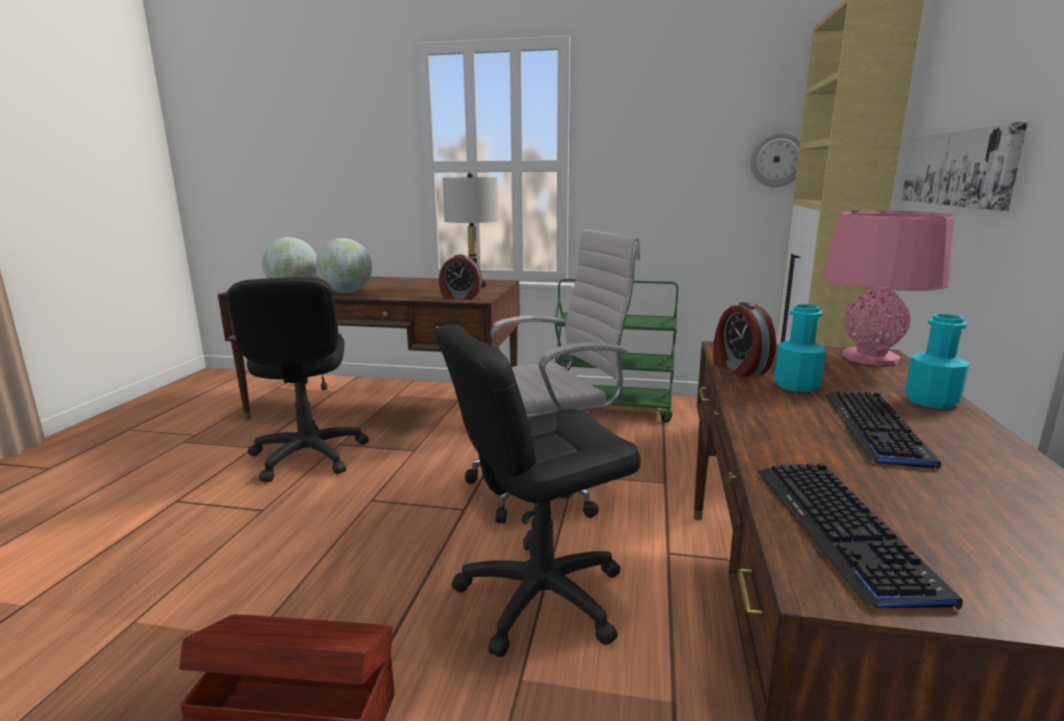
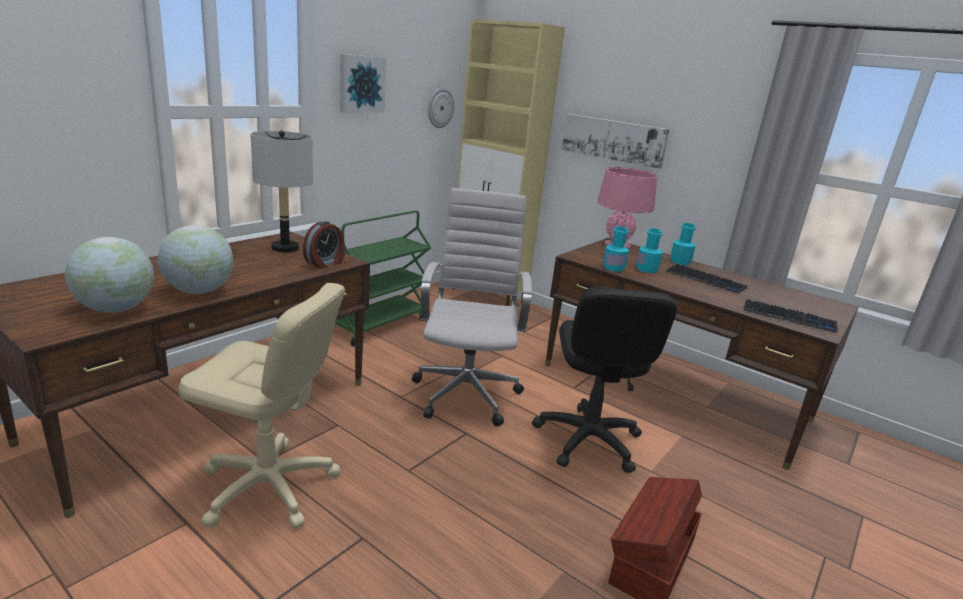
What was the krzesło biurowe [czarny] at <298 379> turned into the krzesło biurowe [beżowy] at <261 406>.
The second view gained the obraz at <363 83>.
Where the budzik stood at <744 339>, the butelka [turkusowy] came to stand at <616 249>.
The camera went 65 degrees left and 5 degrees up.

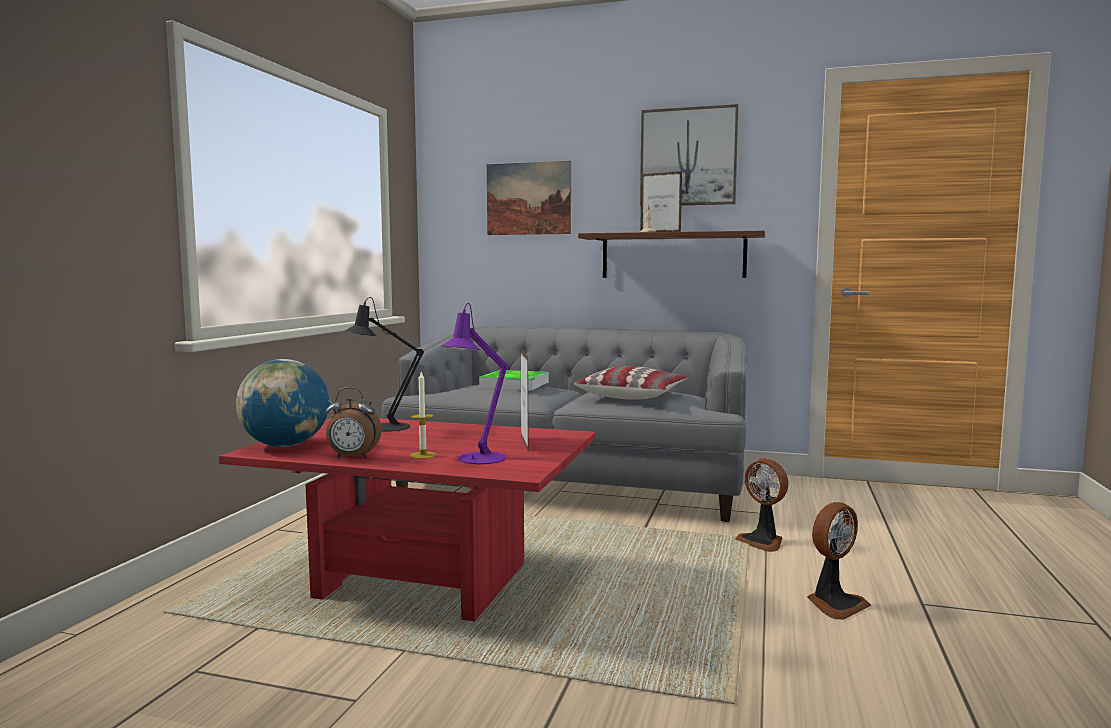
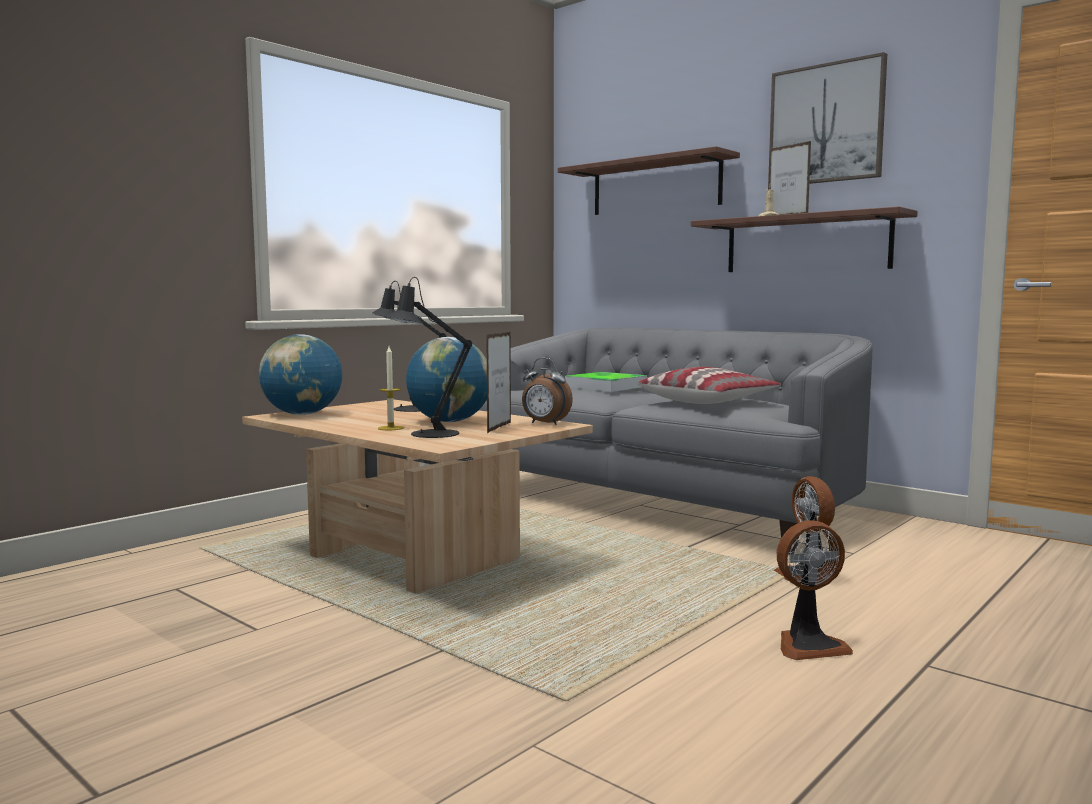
What was the ława [czerwony] at <407 519> turned into the ława [beżowy] at <417 497>.
What was the lampa stołowa [fioletowy] at <475 383> turned into the lampa stołowa [czarny] at <428 357>.
The second view gained the globus at <446 379>.
The budzik ended up elsewhere, having gone from <353 422> to <547 391>.
Where the obraz hung at <529 198>, the półka [brązowy] came to hang at <649 180>.
The camera went 25 degrees right and 0 degrees up.

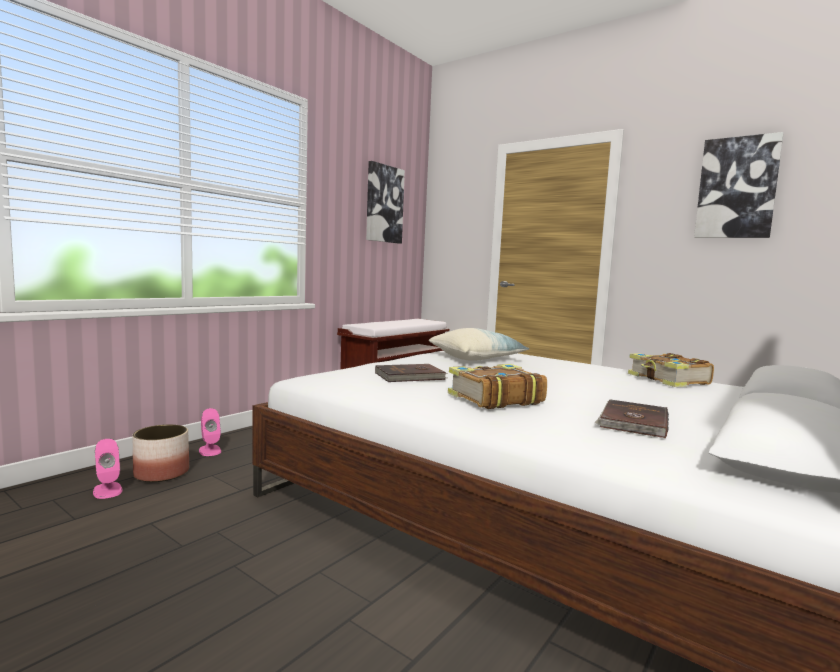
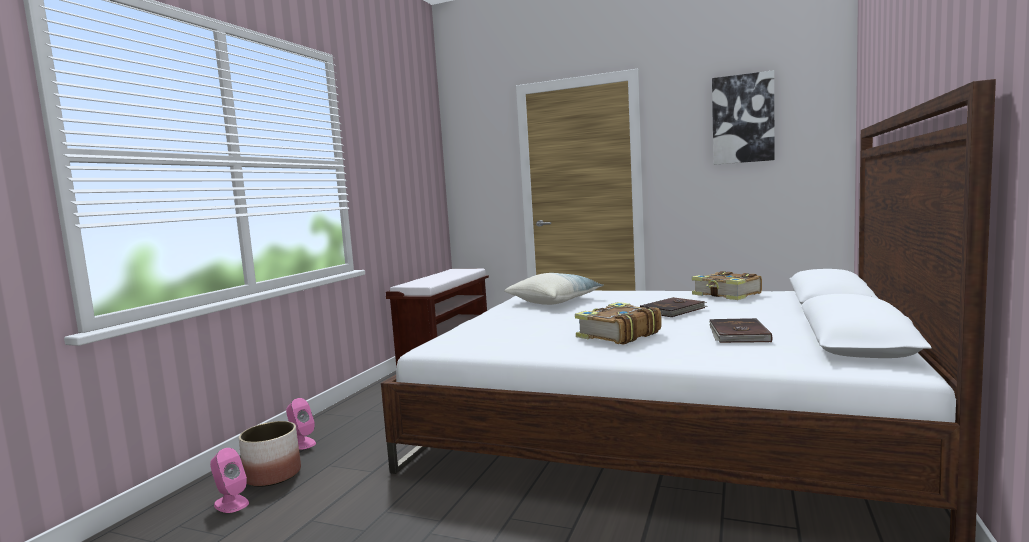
The książka [brązowy] ended up elsewhere, having gone from <411 373> to <674 307>.
The second view lost the obraz at <385 202>.
The camera went 15 degrees left and 0 degrees up.

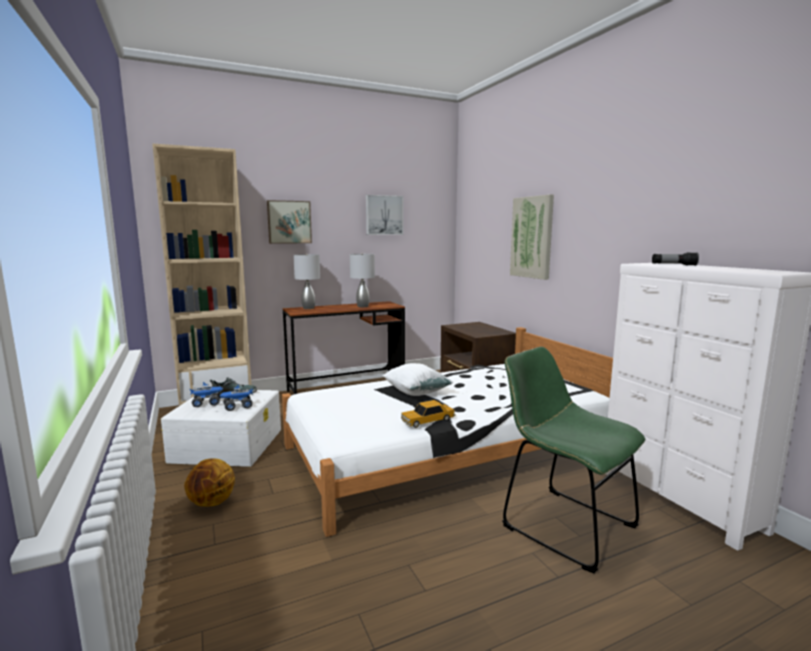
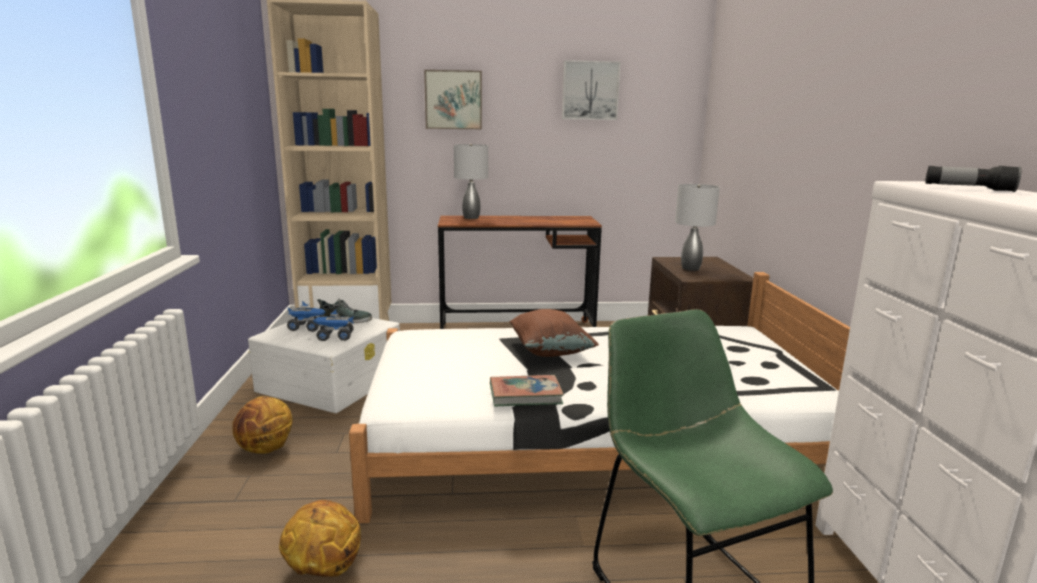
The second view gained the piłka do koszykówki at <320 538>.
Where the samochodzik stood at <428 414>, the książka came to stand at <527 390>.
What was the poduszka [biały] at <418 379> turned into the poduszka [brązowy] at <554 333>.
The lampa stołowa [szary] ended up elsewhere, having gone from <362 280> to <697 227>.
The second view lost the obraz at <532 237>.
The camera went 20 degrees right and 5 degrees up.

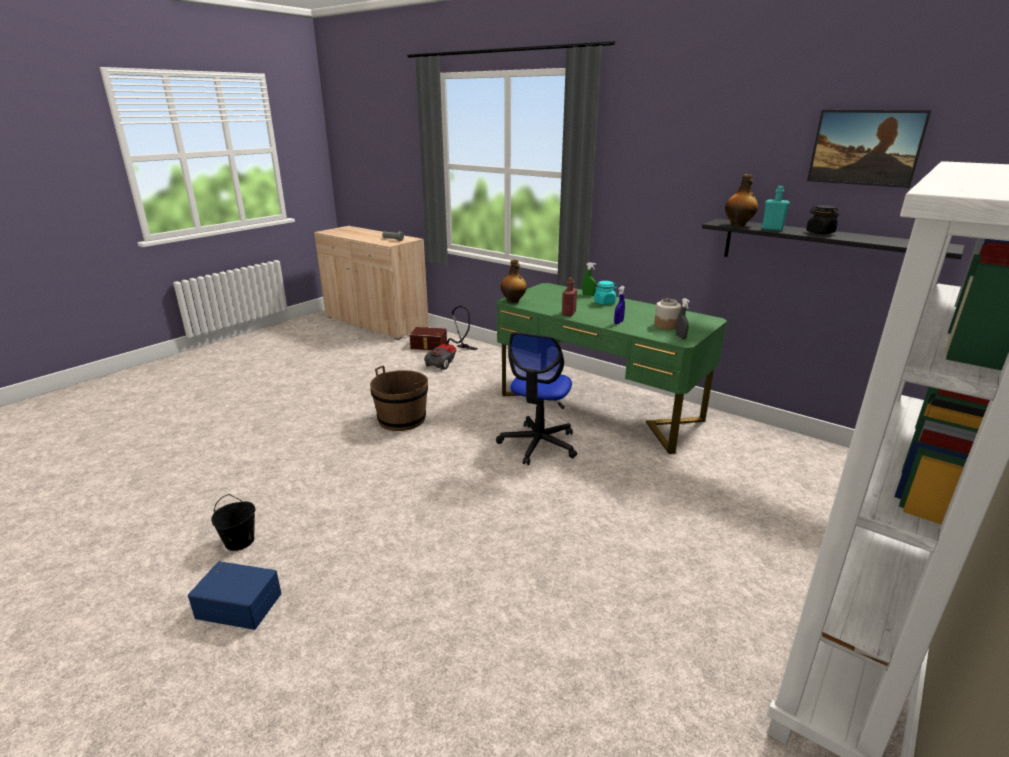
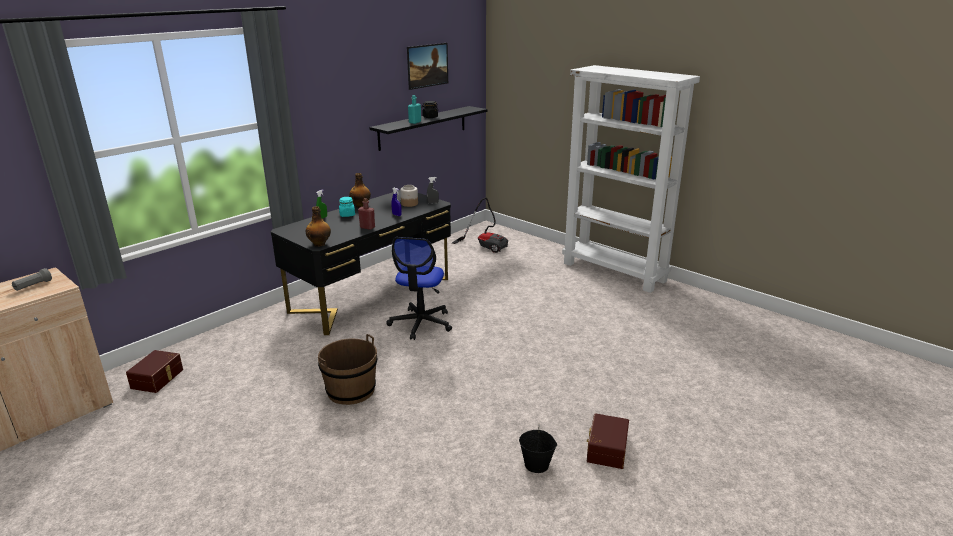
What was the biurko [zielony] at <611 368> turned into the biurko [czarny] at <361 262>.
The butelka ended up elsewhere, having gone from <741 200> to <360 190>.
The krzesło biurowe at <536 398> ended up facing another way, 75 degrees clockwise from before.
The odkurzacz ended up elsewhere, having gone from <451 338> to <480 225>.
What was the pojemnik do przechowywania [niebieski] at <234 595> turned into the pojemnik do przechowywania [brązowy] at <608 441>.
The camera went 85 degrees left and 0 degrees up.

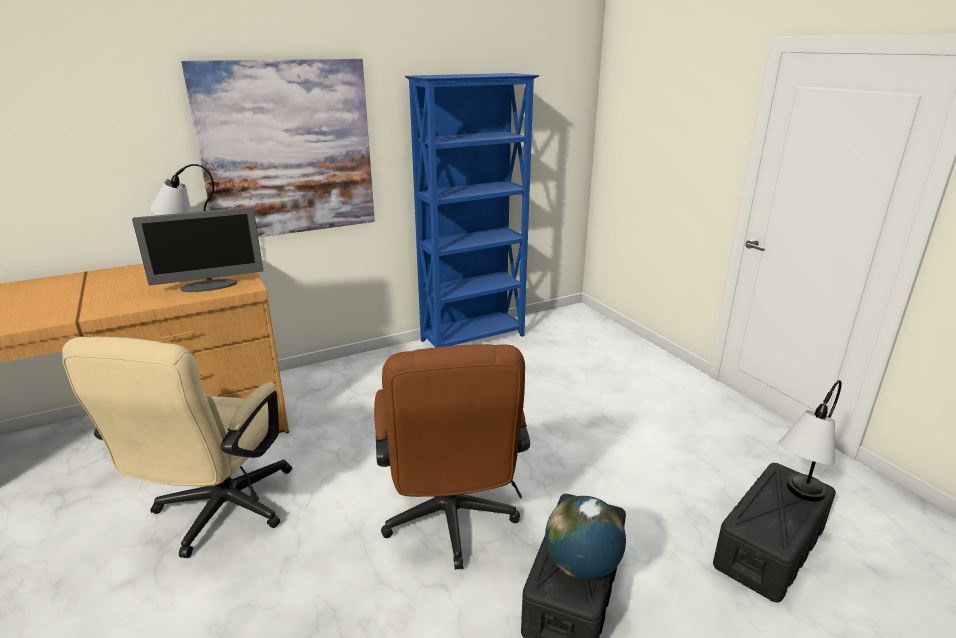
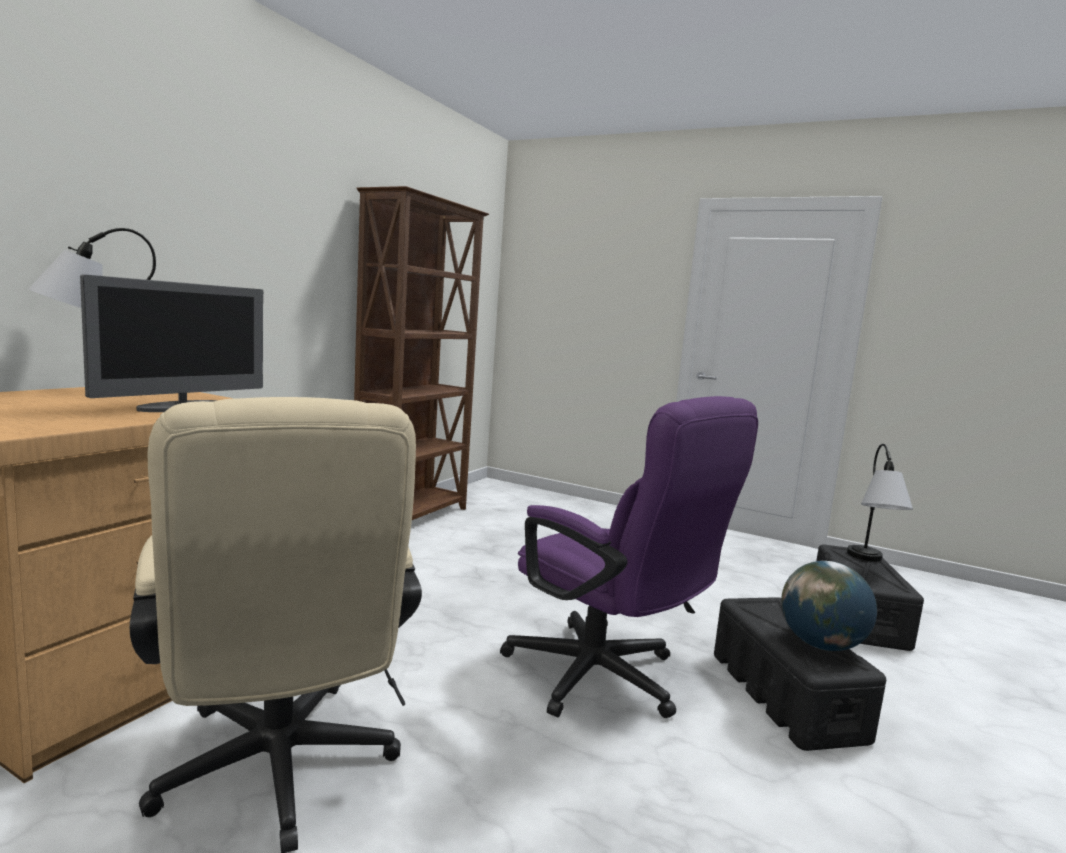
What was the regał [niebieski] at <472 210> turned into the regał [brązowy] at <421 353>.
What was the krzesło biurowe [brązowy] at <452 457> turned into the krzesło biurowe [fioletowy] at <629 557>.
The second view lost the obraz at <278 148>.
The camera went 35 degrees left and 15 degrees down.

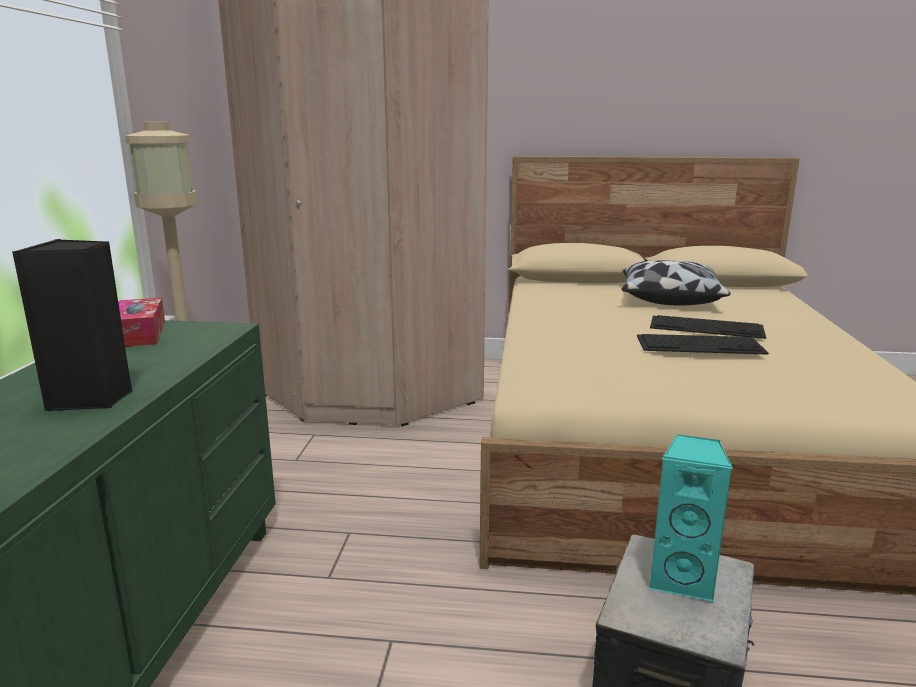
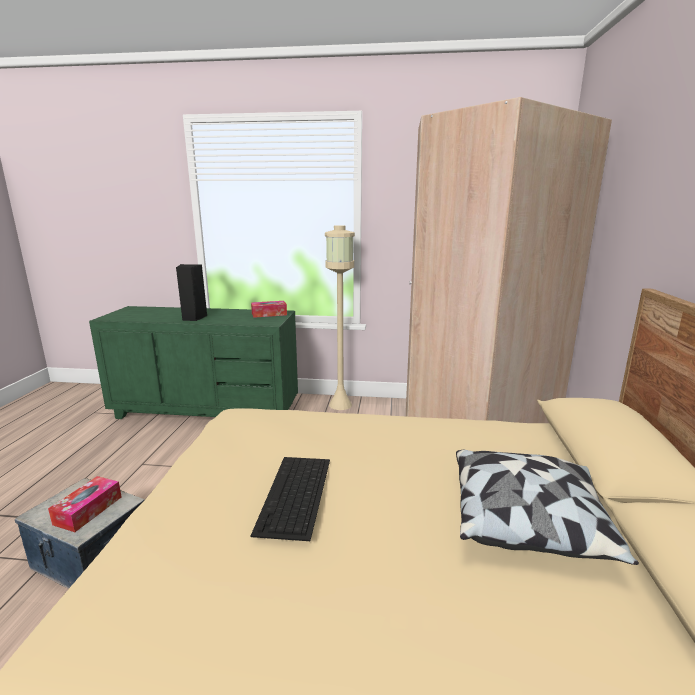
Where the głośnik [turkusowy] stood at <691 518>, the pudełko chusteczek came to stand at <85 504>.
The second view lost the klawiatura at <708 327>.
The camera went 90 degrees right and 0 degrees up.

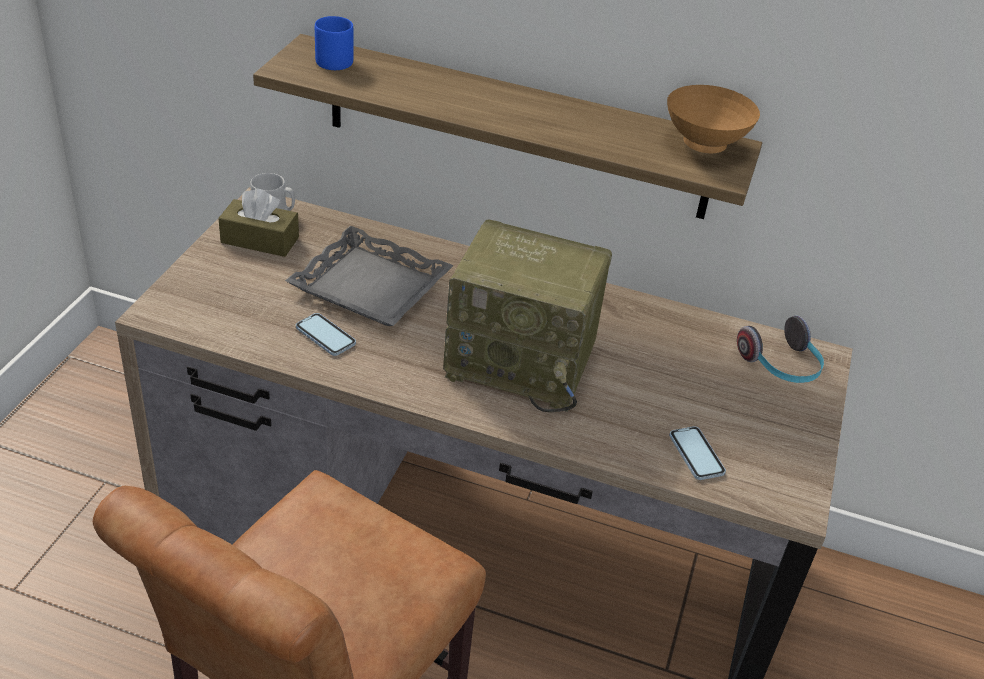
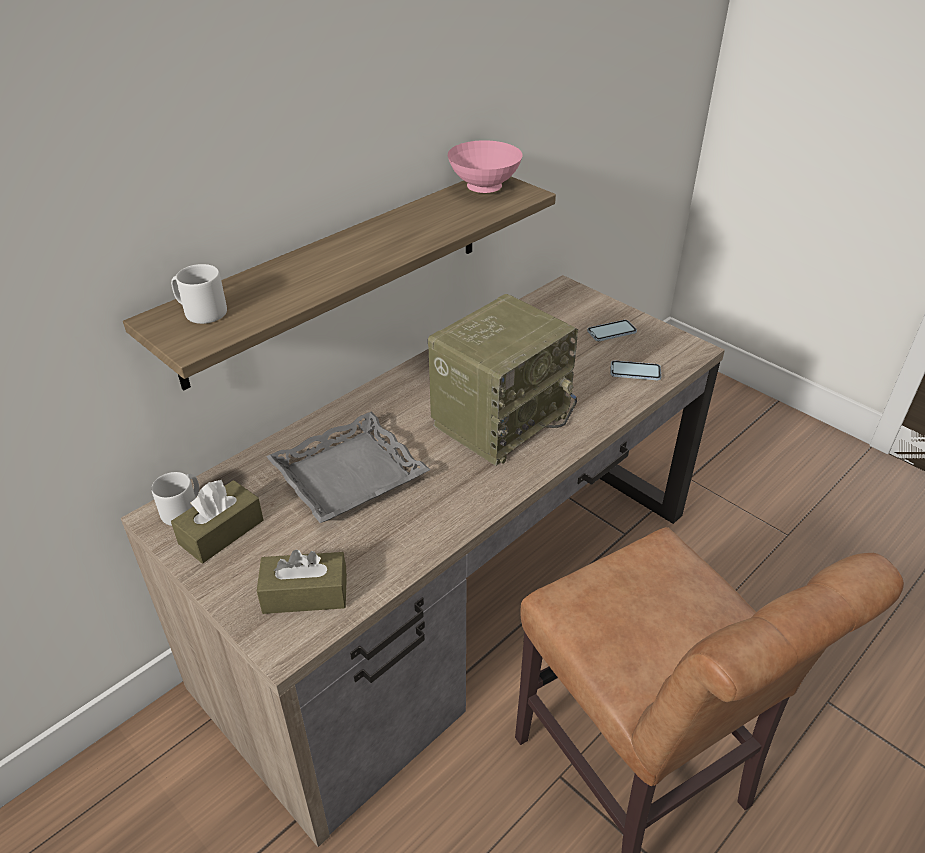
What was the kubek [niebieski] at <334 43> turned into the kubek [szary] at <199 294>.
The second view gained the pudełko chusteczek [brązowy] at <302 581>.
What was the miska [brązowy] at <713 119> turned into the miska [różowy] at <485 166>.
The telefon ended up elsewhere, having gone from <326 334> to <612 330>.
The second view lost the słuchawki at <780 349>.
The camera went 60 degrees left and 0 degrees up.

